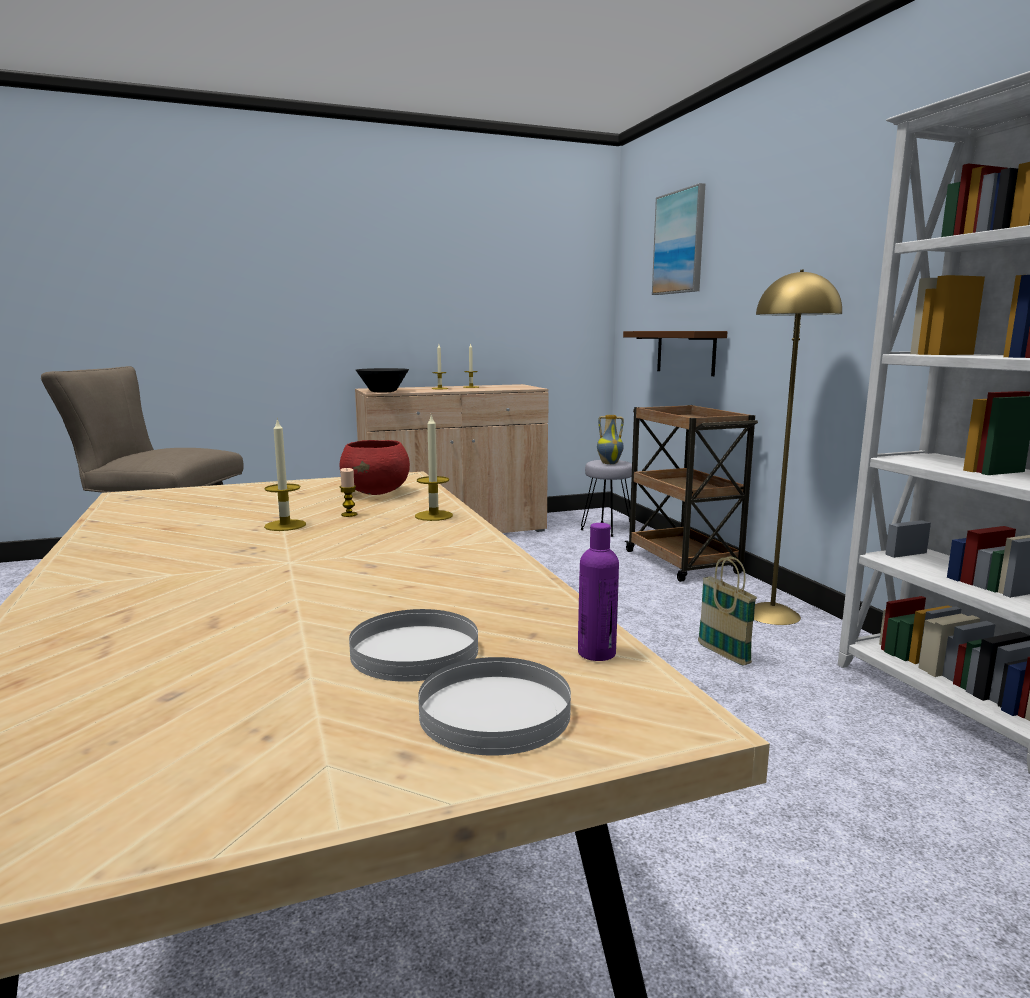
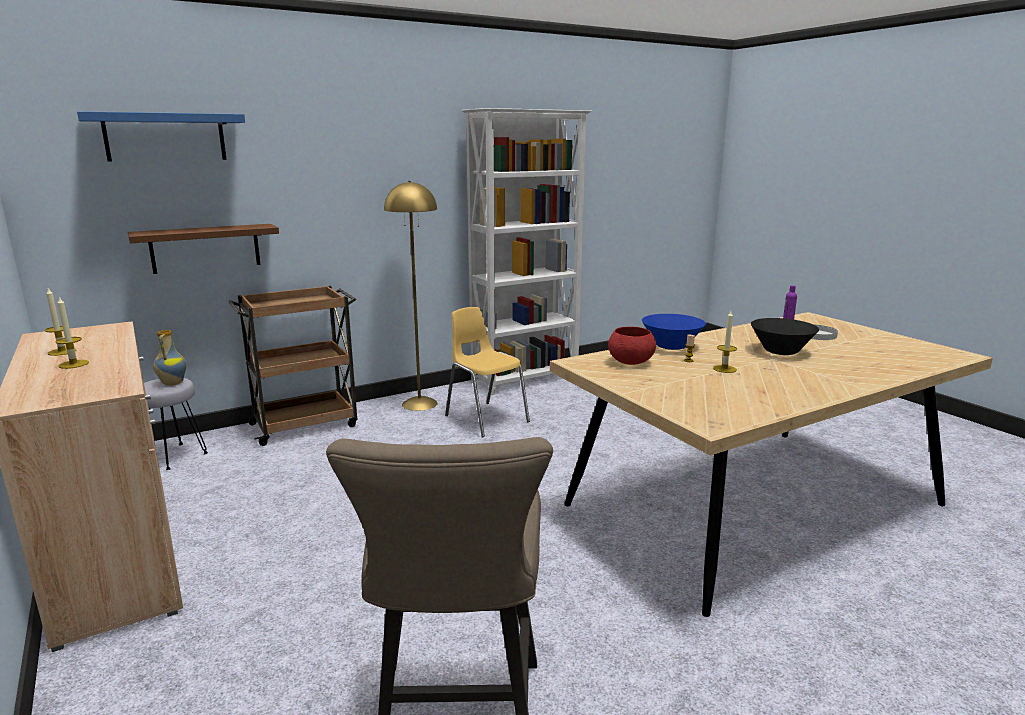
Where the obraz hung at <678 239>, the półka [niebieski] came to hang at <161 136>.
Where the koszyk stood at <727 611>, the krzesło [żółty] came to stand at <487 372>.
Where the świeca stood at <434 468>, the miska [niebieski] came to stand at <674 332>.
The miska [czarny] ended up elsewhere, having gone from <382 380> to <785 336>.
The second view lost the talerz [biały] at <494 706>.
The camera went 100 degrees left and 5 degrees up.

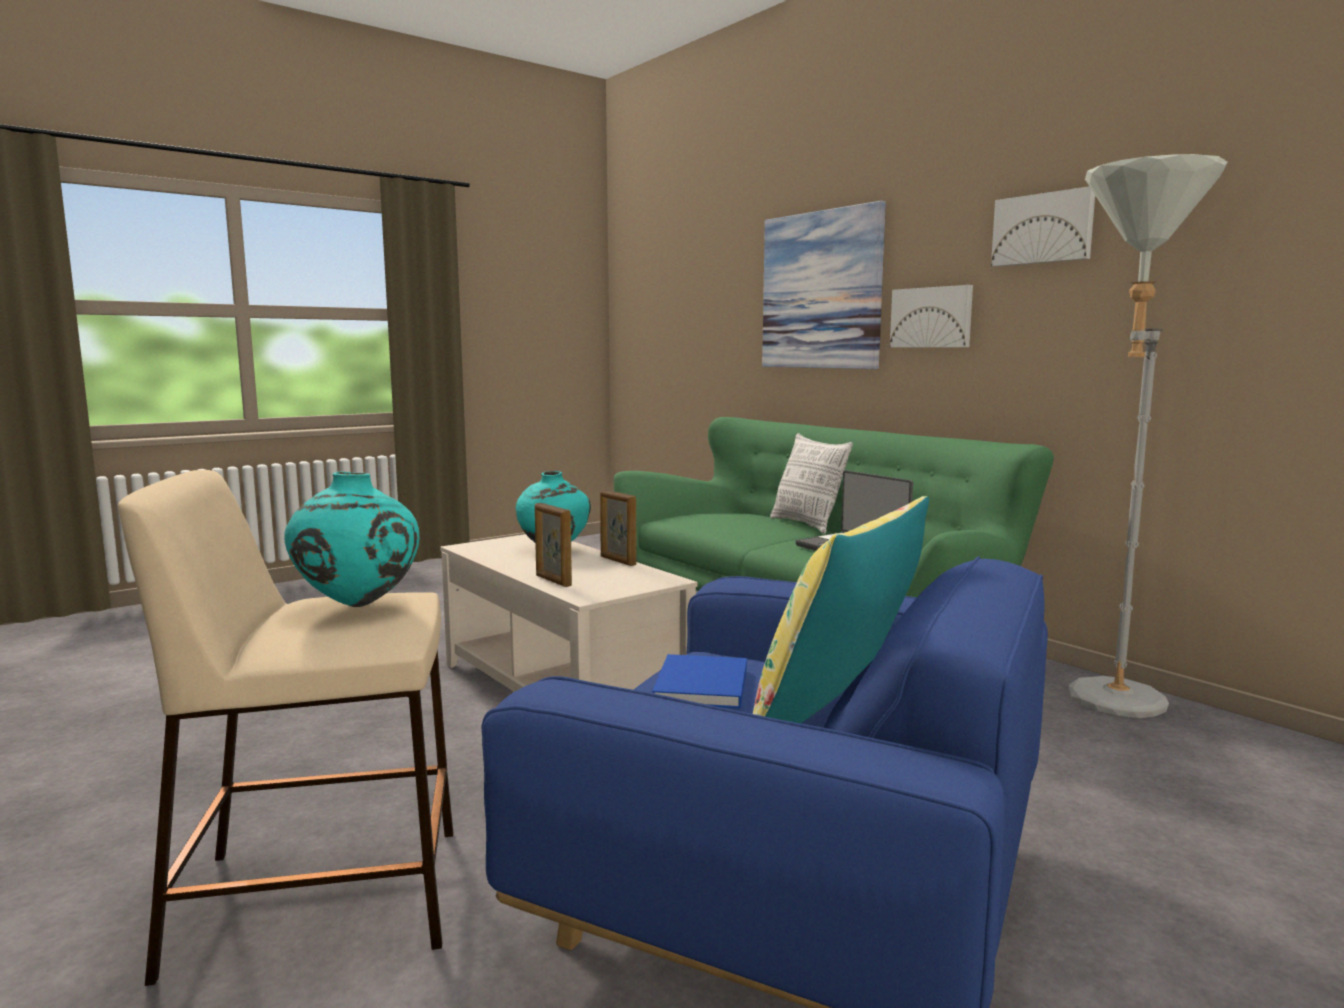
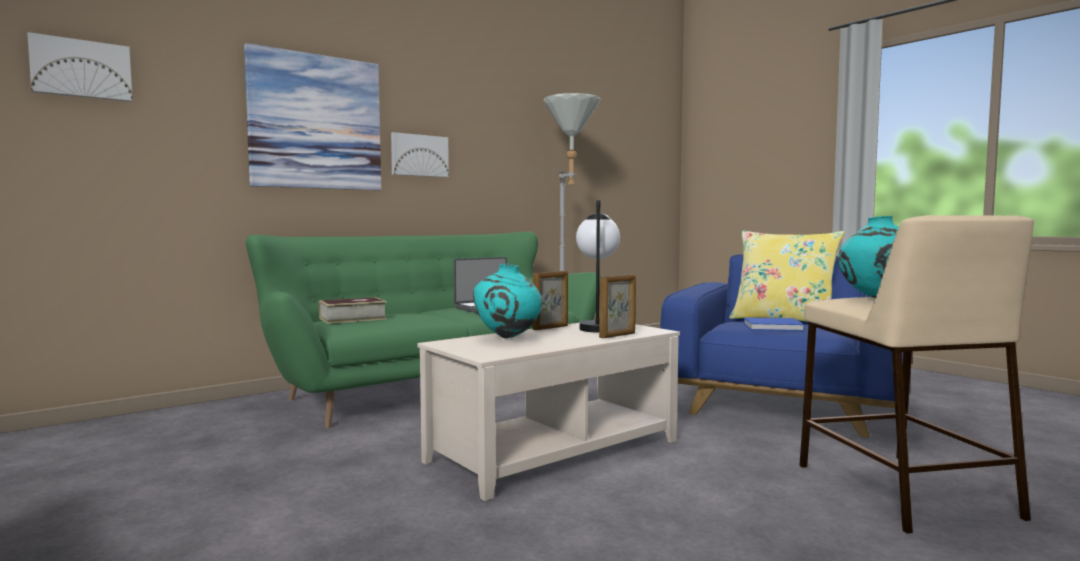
The obraz ended up elsewhere, having gone from <1043 227> to <79 67>.
The second view gained the książka at <353 310>.
The second view gained the lampa stołowa at <598 266>.
The second view lost the poduszka at <811 483>.
The camera went 90 degrees left and 5 degrees down.

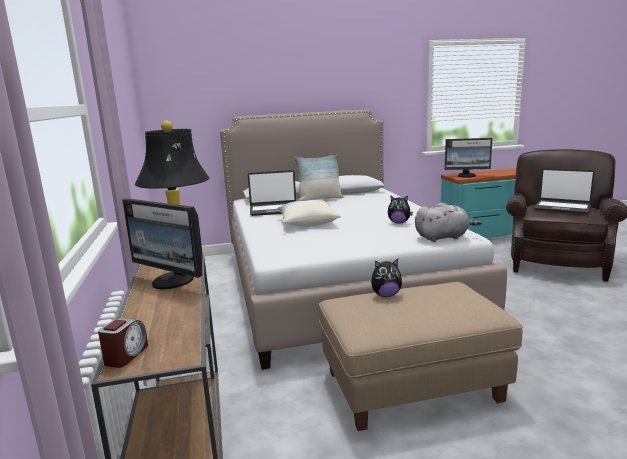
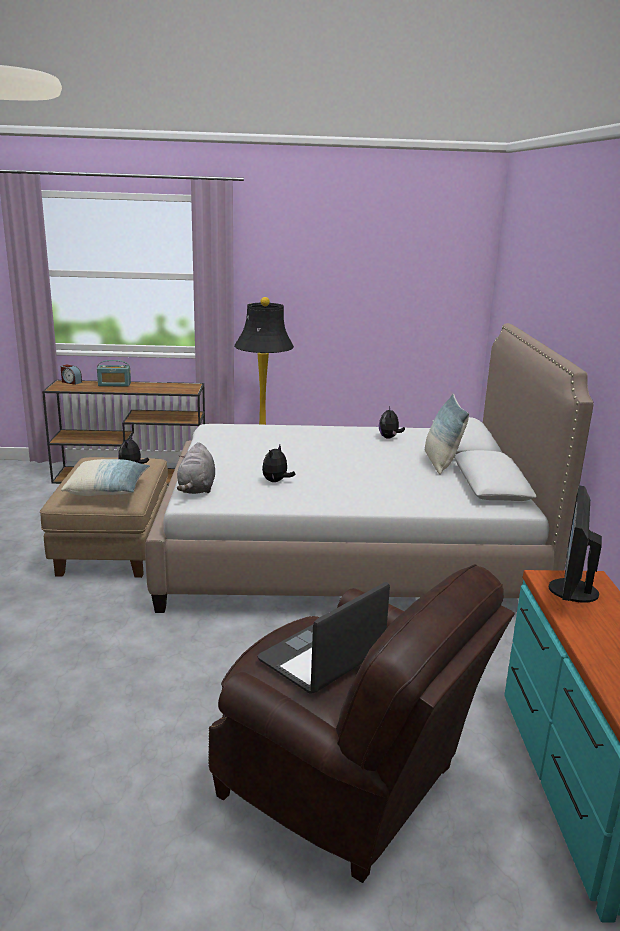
The poduszka ended up elsewhere, having gone from <309 213> to <105 477>.
The second view gained the radio at <114 373>.
Where the laptop stood at <272 193>, the pluszak came to stand at <392 422>.
The second view lost the monitor at <162 243>.
The camera went 100 degrees right and 5 degrees up.

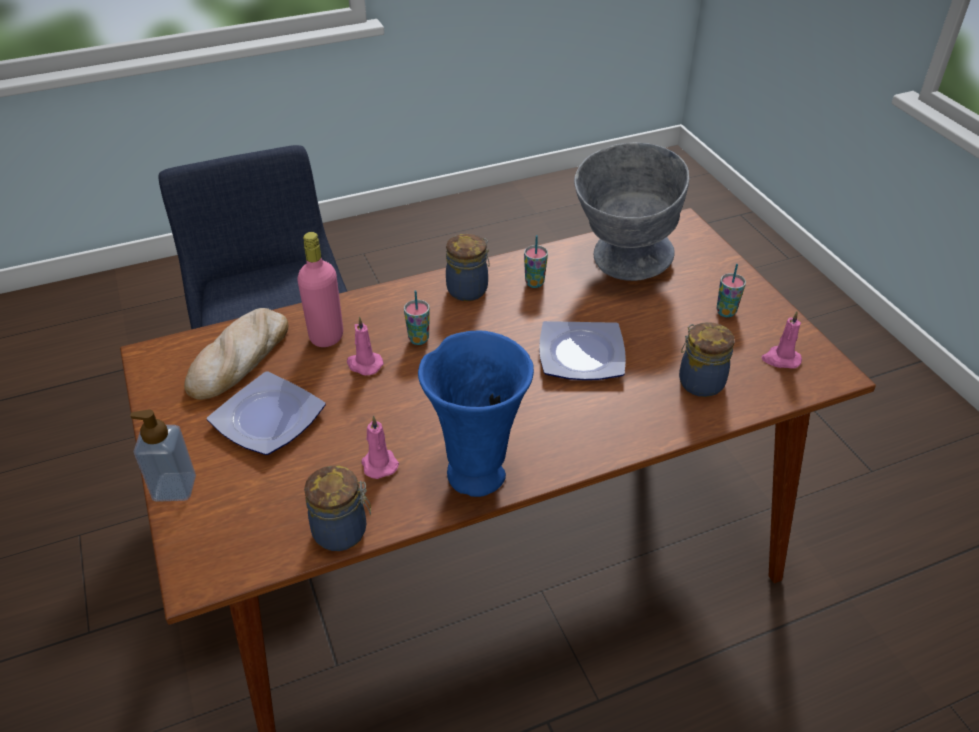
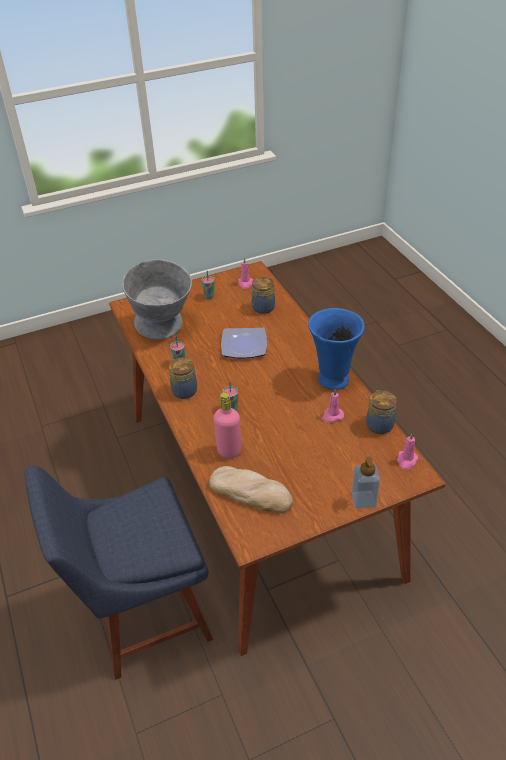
The świeca [różowy] ended up elsewhere, having gone from <365 346> to <408 452>.
The second view lost the talerz at <266 413>.
The camera went 90 degrees left and 0 degrees up.

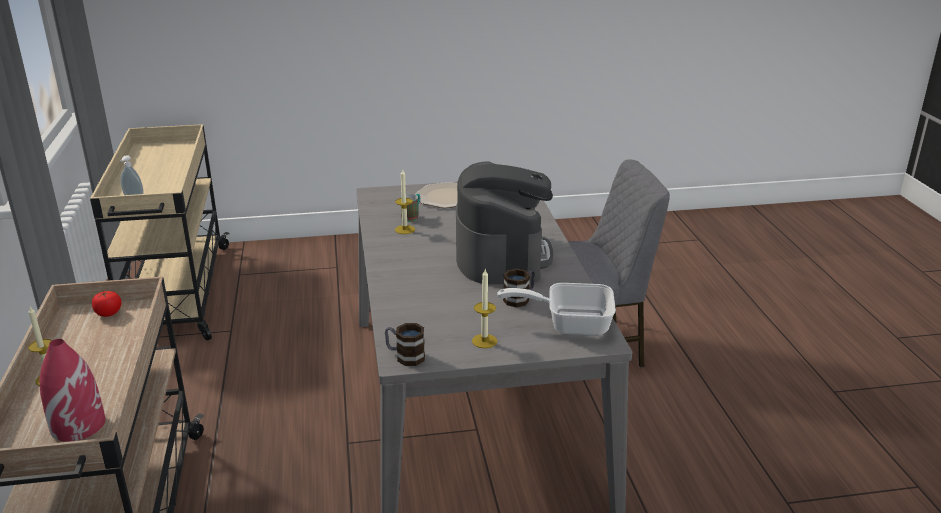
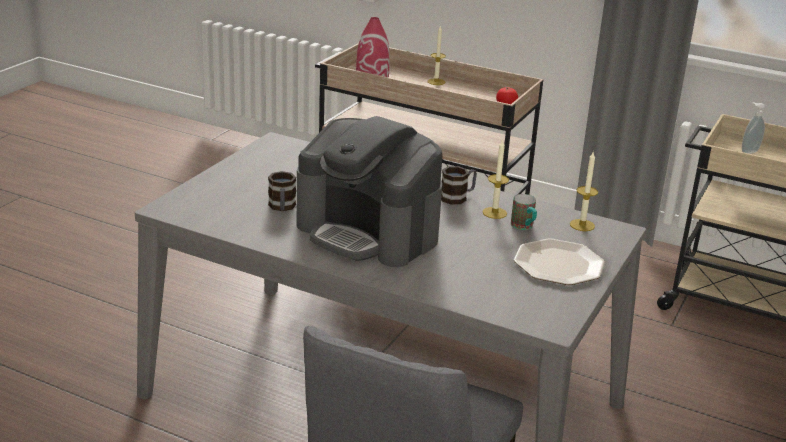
The kubek ended up elsewhere, having gone from <405 344> to <459 185>.
The świeca ended up elsewhere, having gone from <484 308> to <584 191>.
The second view lost the patelnia at <556 309>.
The camera went 125 degrees right and 0 degrees up.

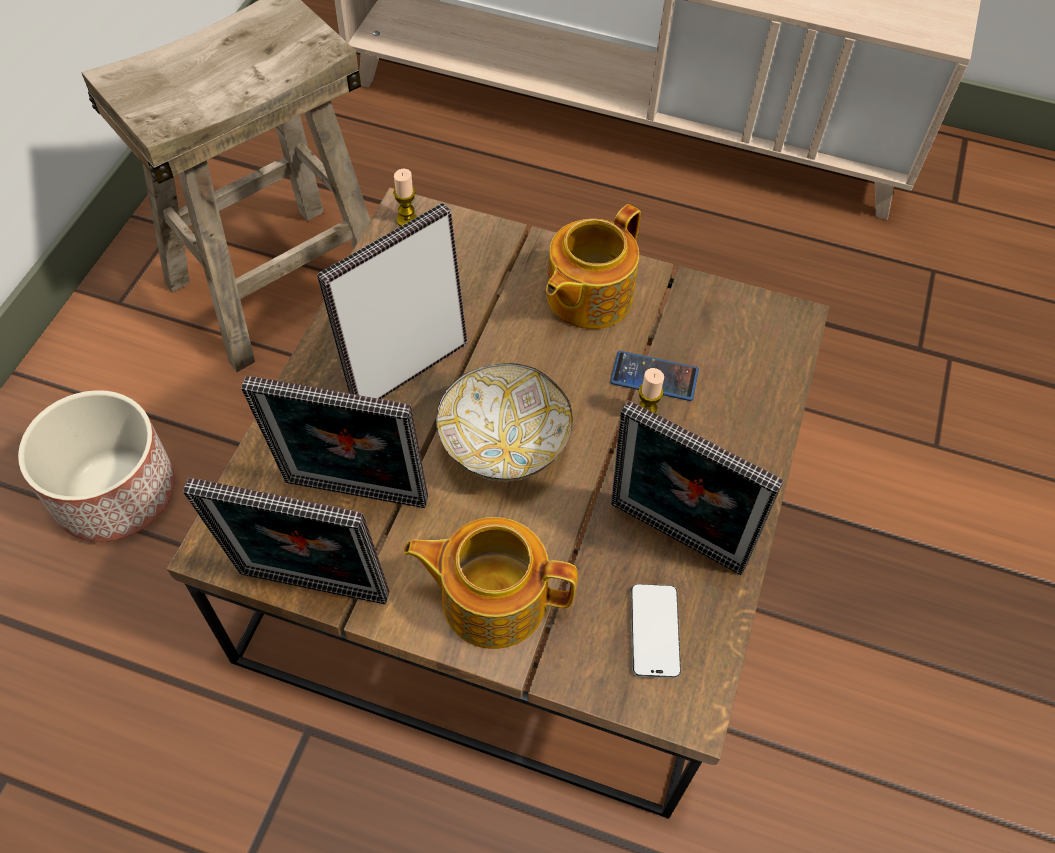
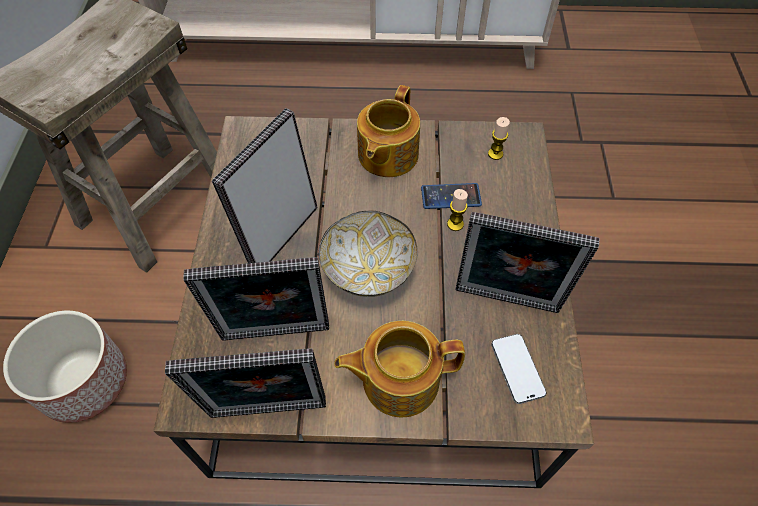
The świeca ended up elsewhere, having gone from <405 197> to <499 138>.
The camera went 15 degrees left and 0 degrees up.

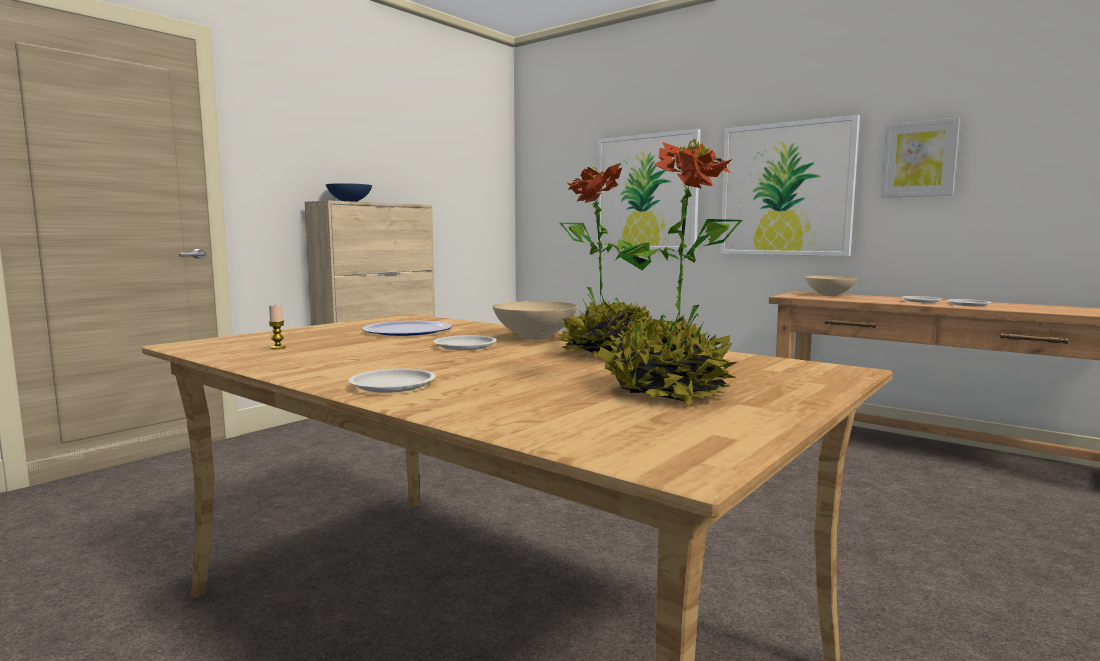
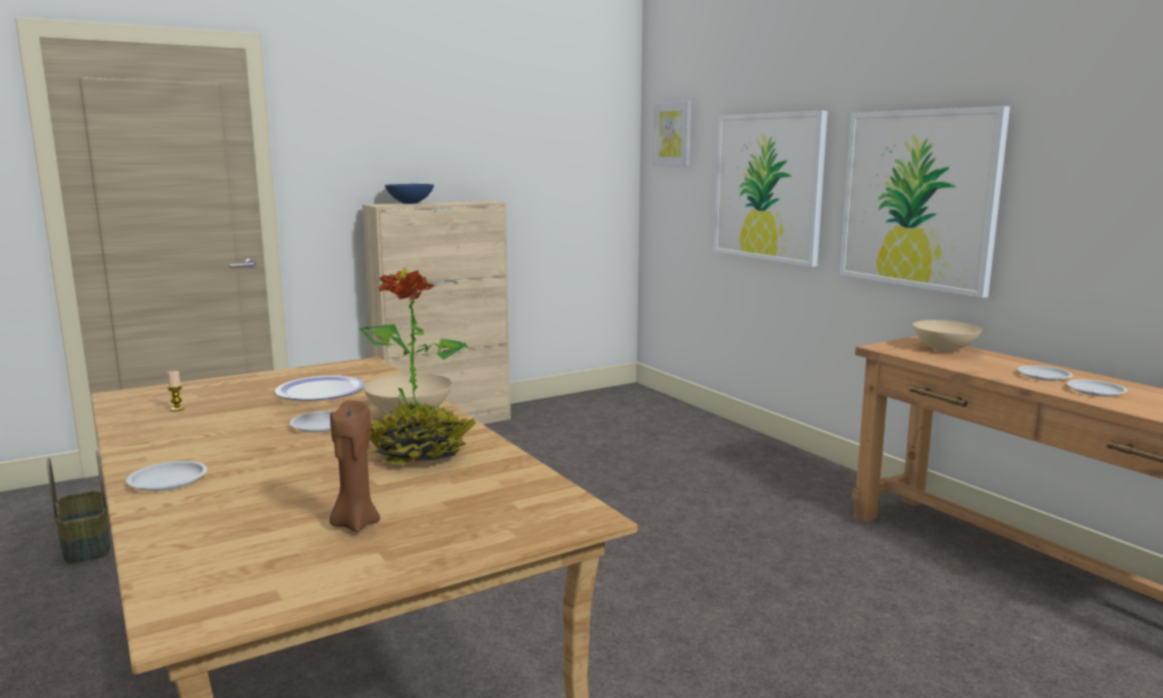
The second view gained the koszyk at <78 507>.
Where the roślina doniczkowa stood at <670 272>, the świeca [brązowy] came to stand at <355 466>.
The obraz ended up elsewhere, having gone from <920 158> to <672 133>.
The camera went 20 degrees right and 5 degrees up.

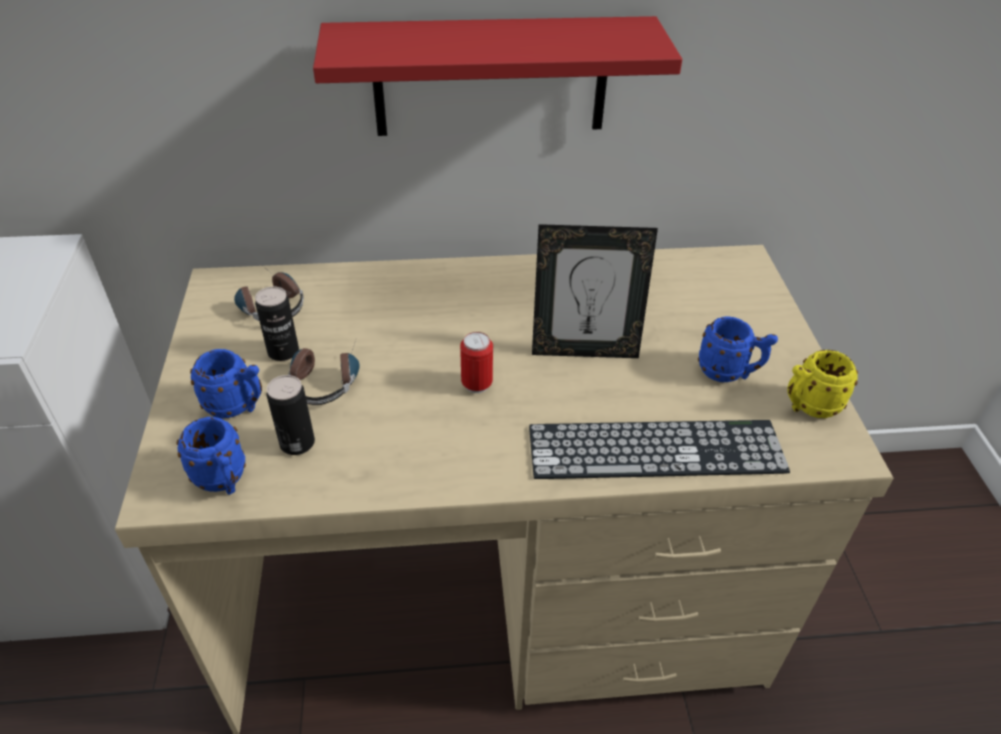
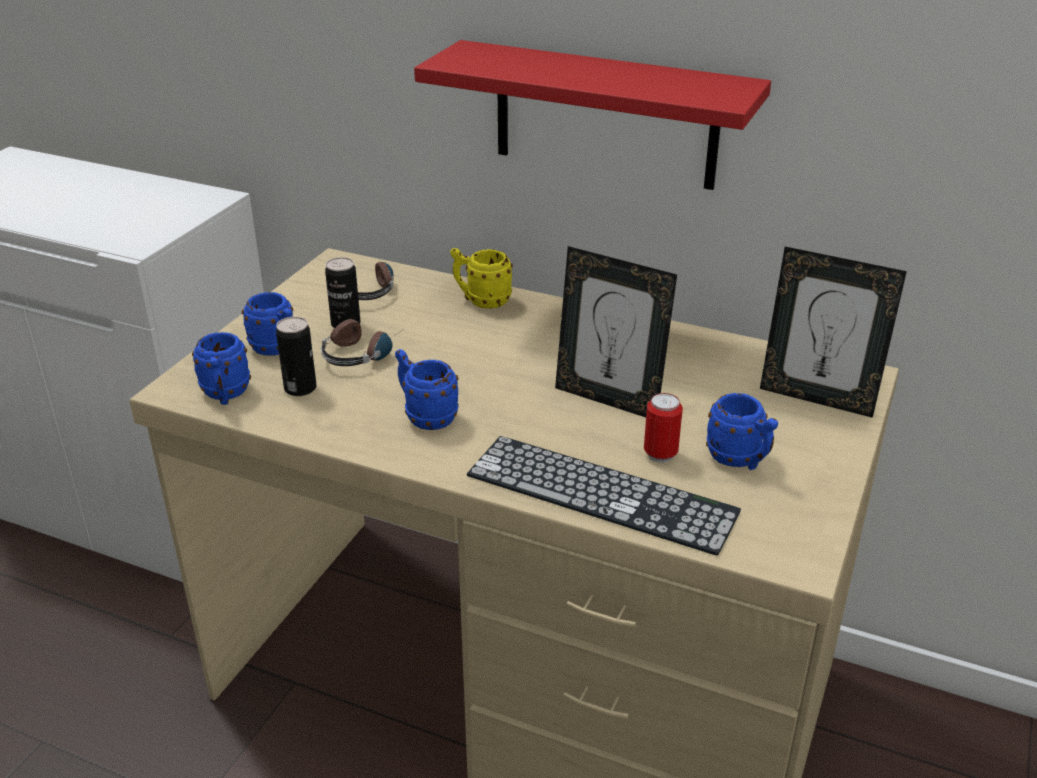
The second view gained the kubek [niebieski] at <427 389>.
The kubek [żółty] ended up elsewhere, having gone from <822 384> to <481 278>.
The puszka ended up elsewhere, having gone from <476 362> to <663 428>.
The second view gained the ramka na zdjęcie at <833 332>.
The camera went 30 degrees right and 10 degrees down.

